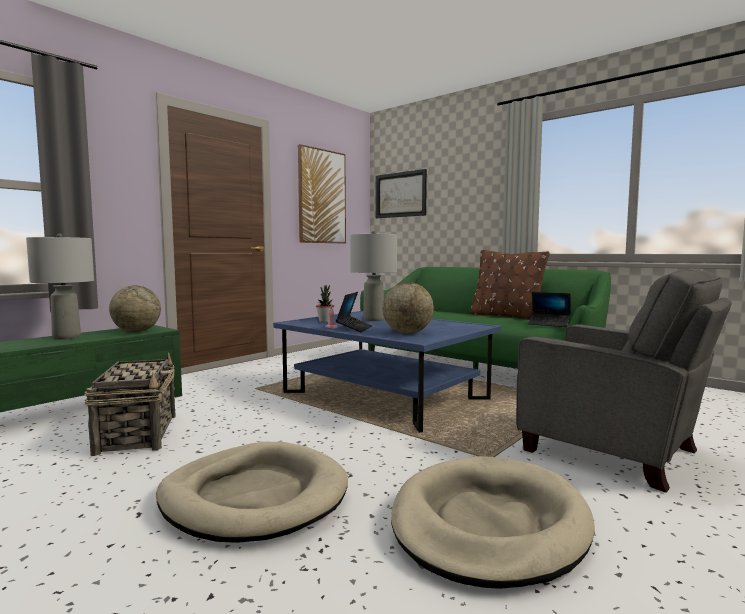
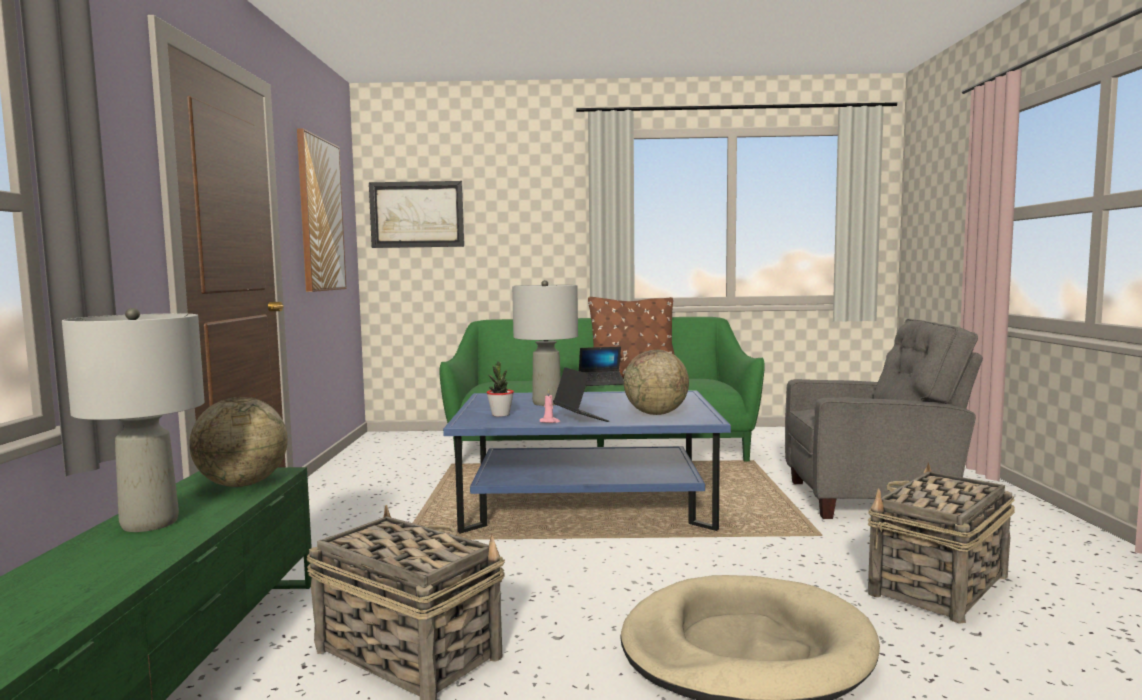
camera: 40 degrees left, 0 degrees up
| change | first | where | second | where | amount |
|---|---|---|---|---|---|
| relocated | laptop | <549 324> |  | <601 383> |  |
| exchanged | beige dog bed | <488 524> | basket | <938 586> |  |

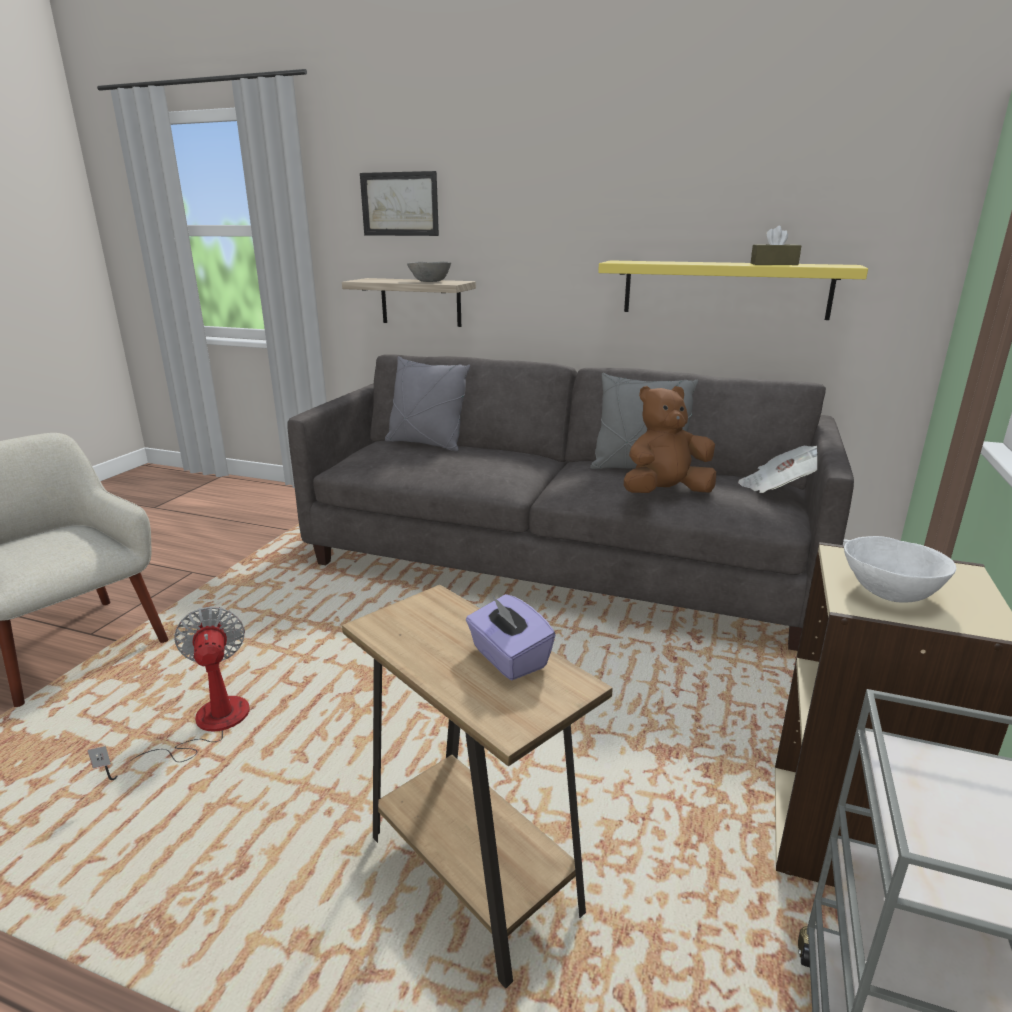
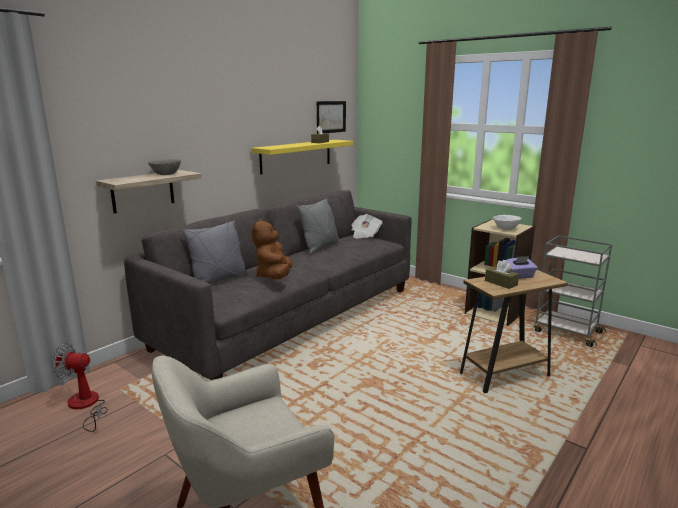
camera: 70 degrees left, 5 degrees down
| change | first | where | second | where | amount |
|---|---|---|---|---|---|
| relocated | fan | <205 727> |  | <86 406> |  |
| relocated | brown plush toy | <665 493> |  | <274 276> |  |
| relocated | picture | <399 204> |  | <331 117> |  |
| appeared |  |  | brown tissue box | <501 283> |  |

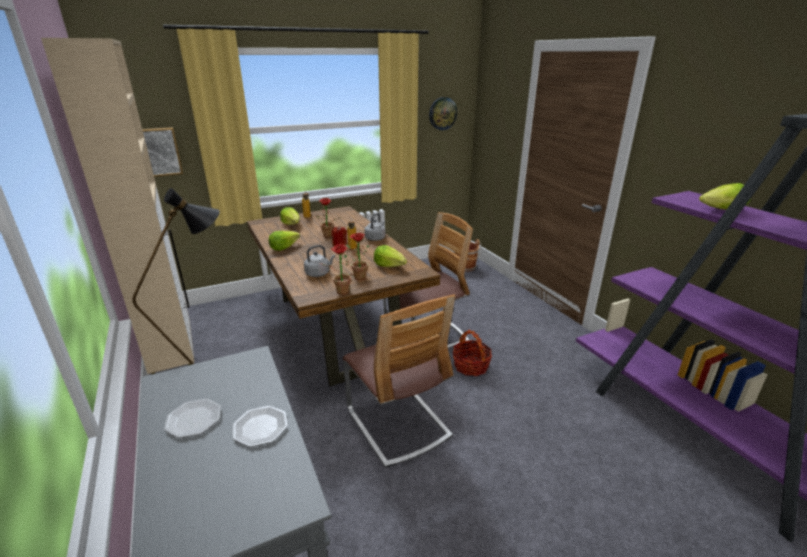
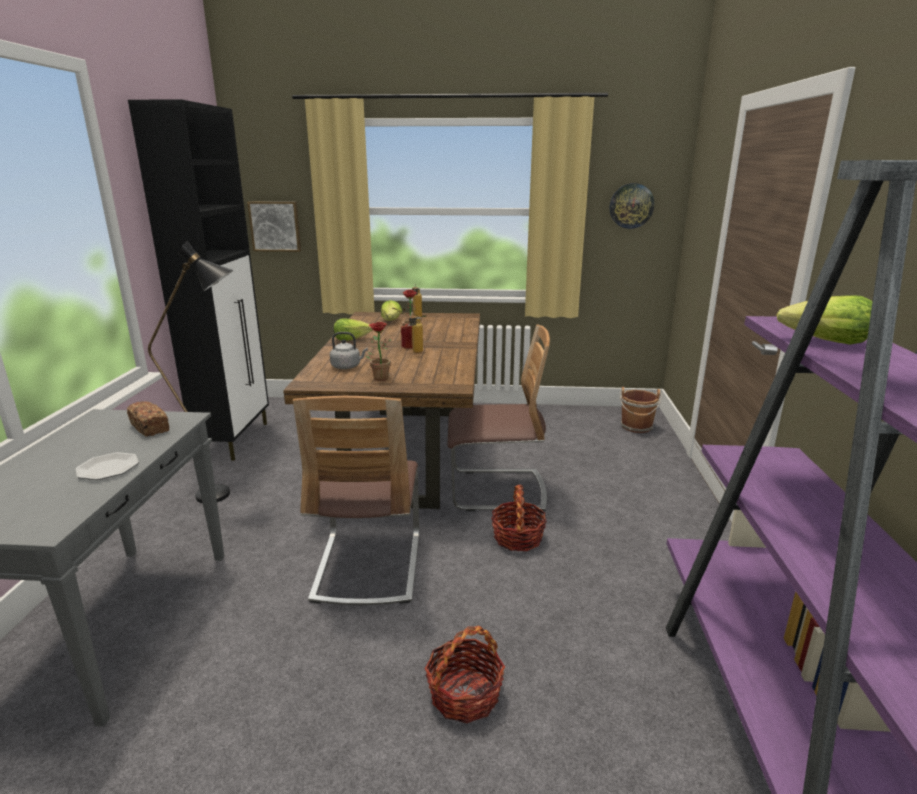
camera: 30 degrees right, 5 degrees down
| change | first | where | second | where | amount |
|---|---|---|---|---|---|
| appeared |  |  | bread | <150 428> |  |
| colour | beige cabinet | <174 359> | black cabinet | <235 440> |  |
| appeared |  |  | basket | <464 695> |  |
| missing | plate | <194 420> |  |  |  |
| missing | potted plant | <340 292> |  |  |  |
| missing | grey kettle | <376 238> |  |  |  |
| missing | lettuce | <389 266> |  |  |  |

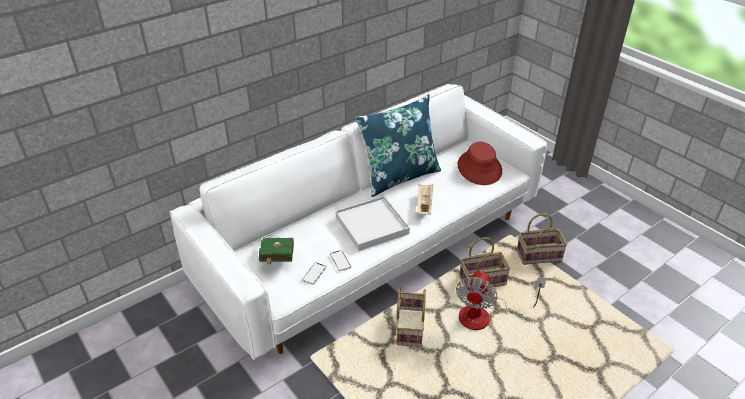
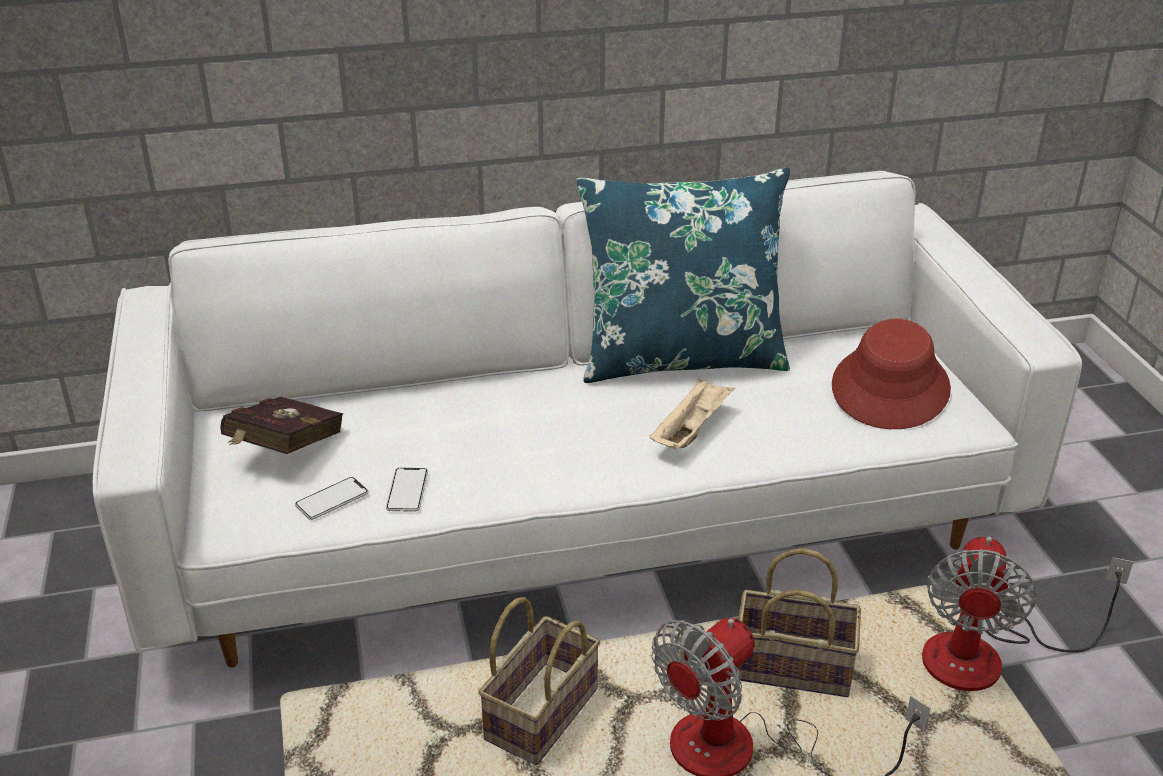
camera: 25 degrees right, 5 degrees down
| change | first | where | second | where | amount |
|---|---|---|---|---|---|
| colour | green book | <277 260> | red book | <283 451> |  |
| exchanged | basket | <539 255> | fan | <987 657> |  |
| missing | white tray | <371 225> |  |  |  |

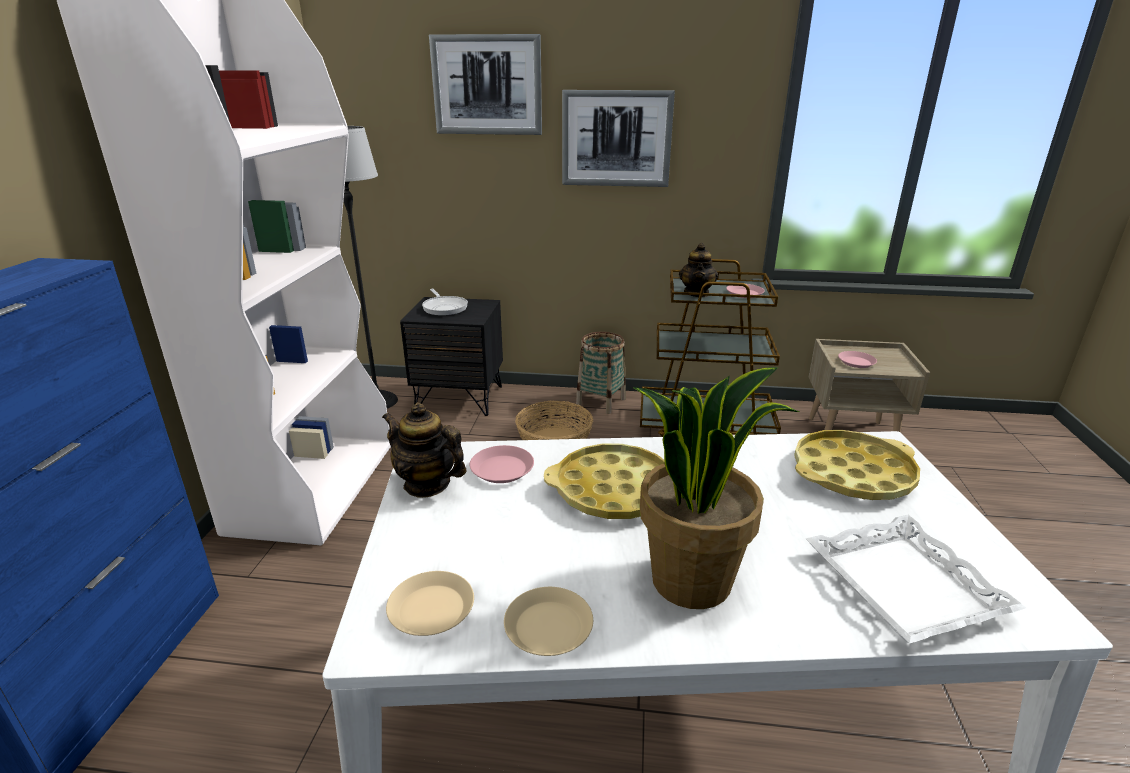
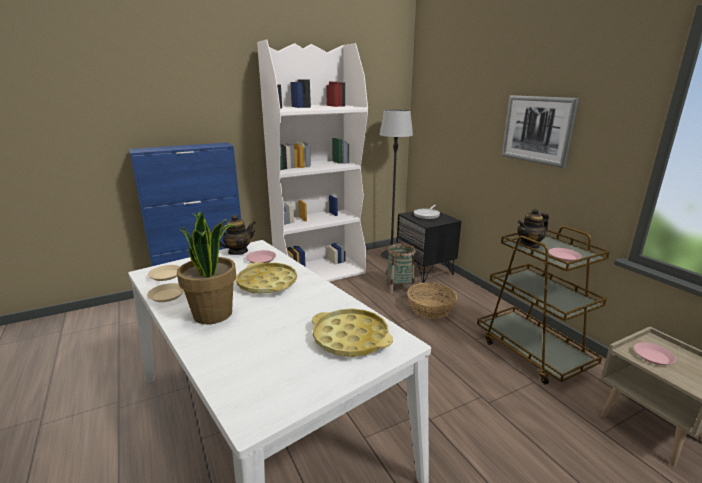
camera: 55 degrees right, 5 degrees down
| change | first | where | second | where | amount |
|---|---|---|---|---|---|
| spun | teapot | <427 484> |  | <237 252> | 60 degrees clockwise |
| relocated | basket | <601 402> |  | <399 288> |  |
| missing | picture | <487 85> |  |  |  |
| missing | white tray | <902 585> |  |  |  |

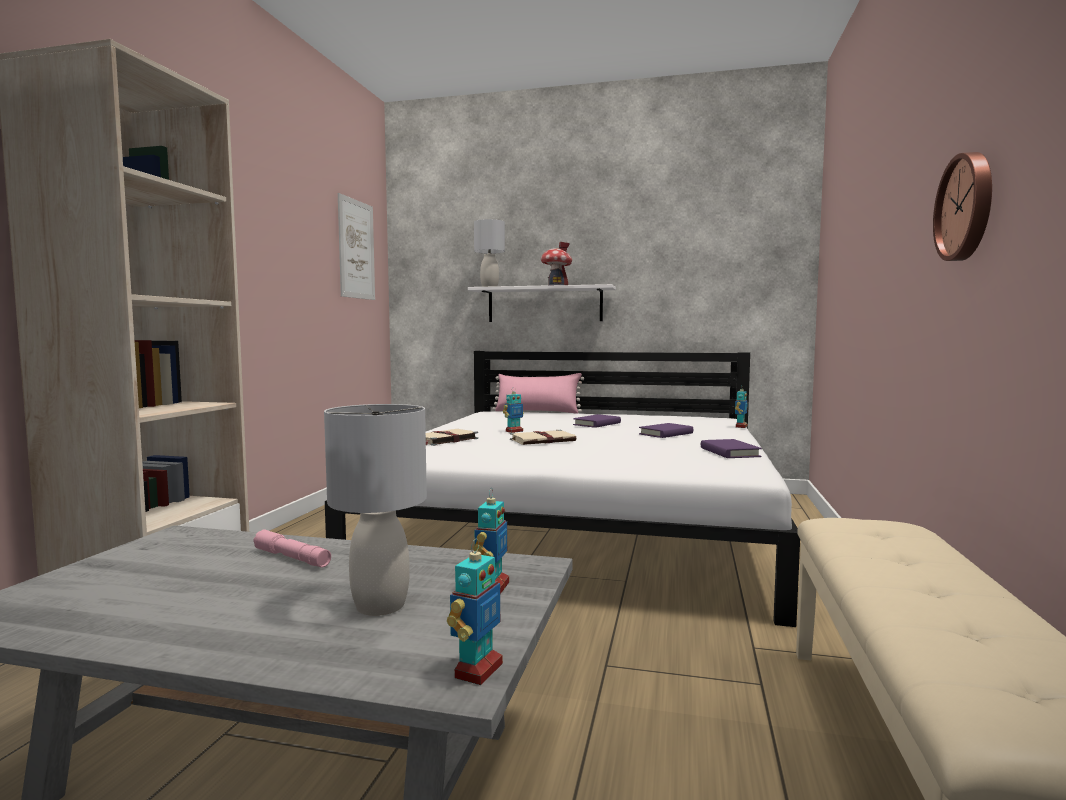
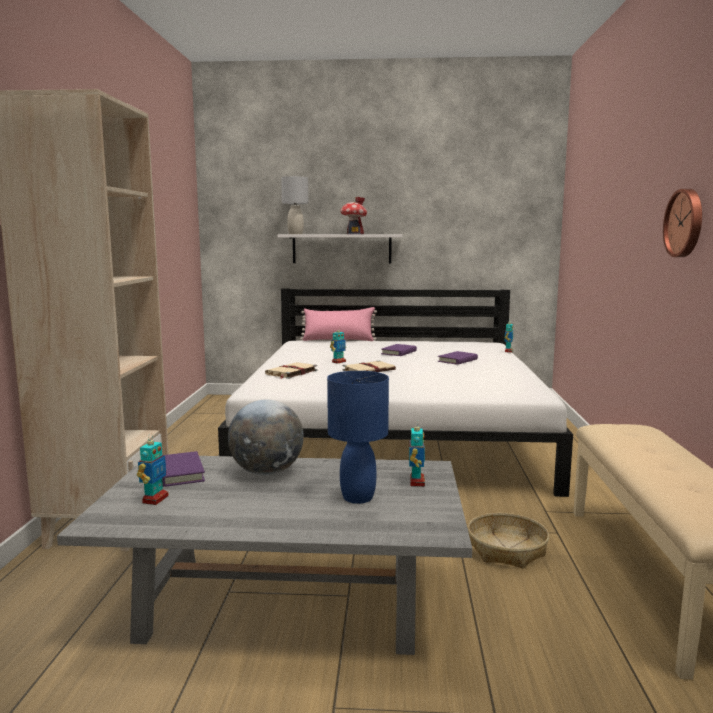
camera: 10 degrees left, 5 degrees up
| change | first | where | second | where | amount |
|---|---|---|---|---|---|
| relocated | toy robot | <477 670> |  | <155 499> |  |
| relocated | purple book | <729 452> |  | <179 473> |  |
| exchanged | pink flashlight | <292 558> | globe | <267 472> |  |
| colour | grey table lamp | <381 606> | blue table lamp | <358 497> |  |
| appeared |  |  | basket | <507 550> |  |
| missing | picture | <356 249> |  |  |  |

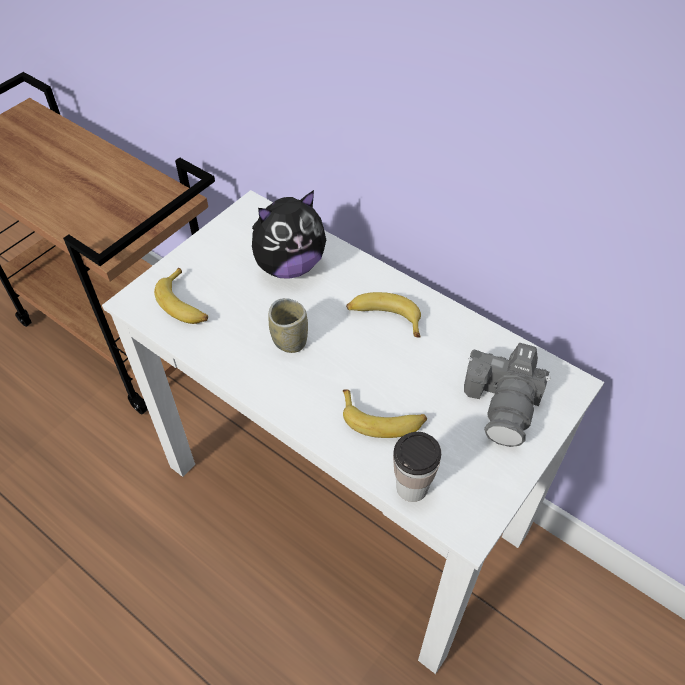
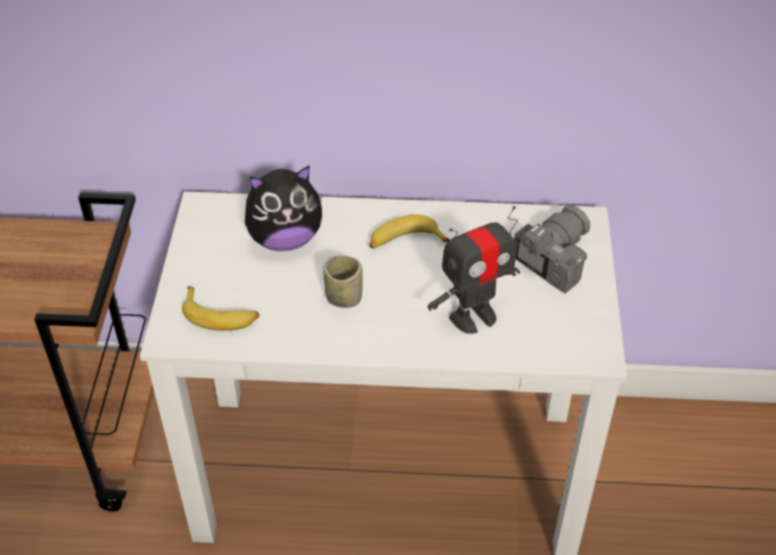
camera: 35 degrees left, 5 degrees down
| change | first | where | second | where | amount |
|---|---|---|---|---|---|
| spun | plush toy | <289 266> |  | <285 239> | 45 degrees clockwise |
| exchanged | banana | <382 419> | toy robot | <473 317> |  |
| spun | photo camera | <504 404> |  | <551 258> | 120 degrees counterclockwise |
| missing | cup | <412 487> |  |  |  |

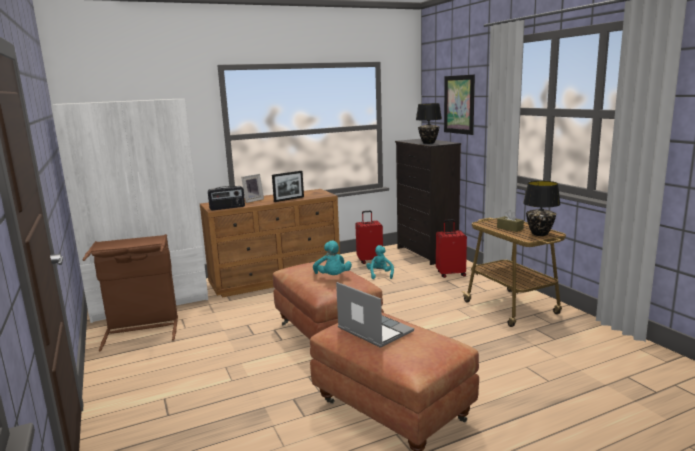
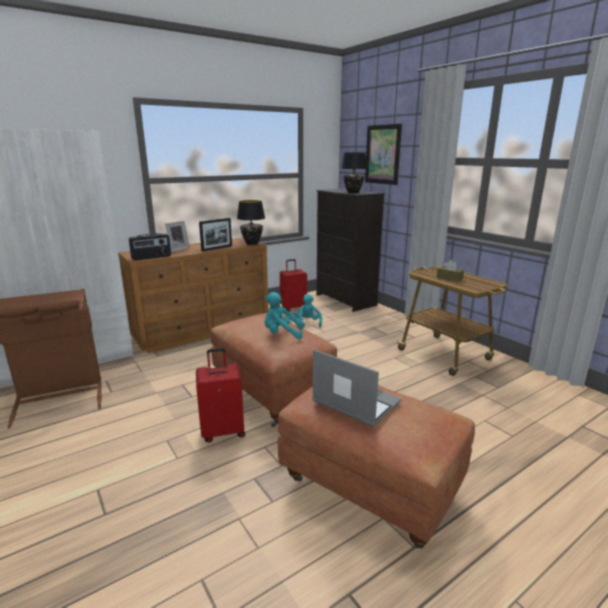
camera: 10 degrees left, 5 degrees up
| change | first | where | second | where | amount |
|---|---|---|---|---|---|
| relocated | red suitcase | <450 274> |  | <223 431> |  |
| relocated | black table lamp | <539 234> |  | <251 243> |  |
| spun | turquoise plush toy | <332 277> |  | <281 334> | 120 degrees clockwise |

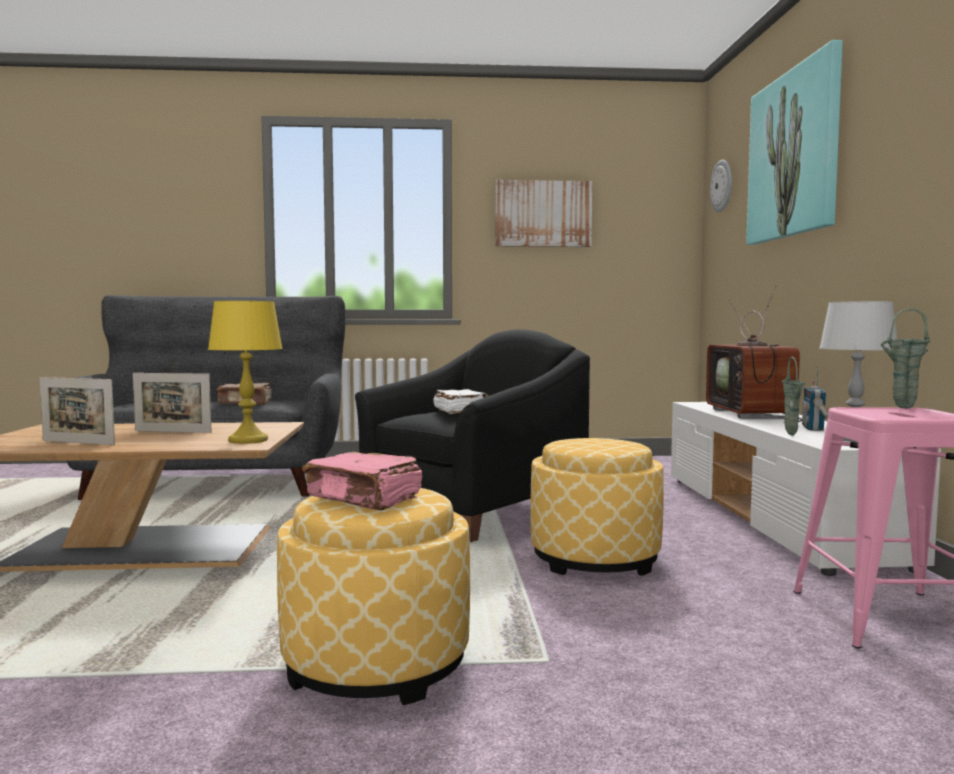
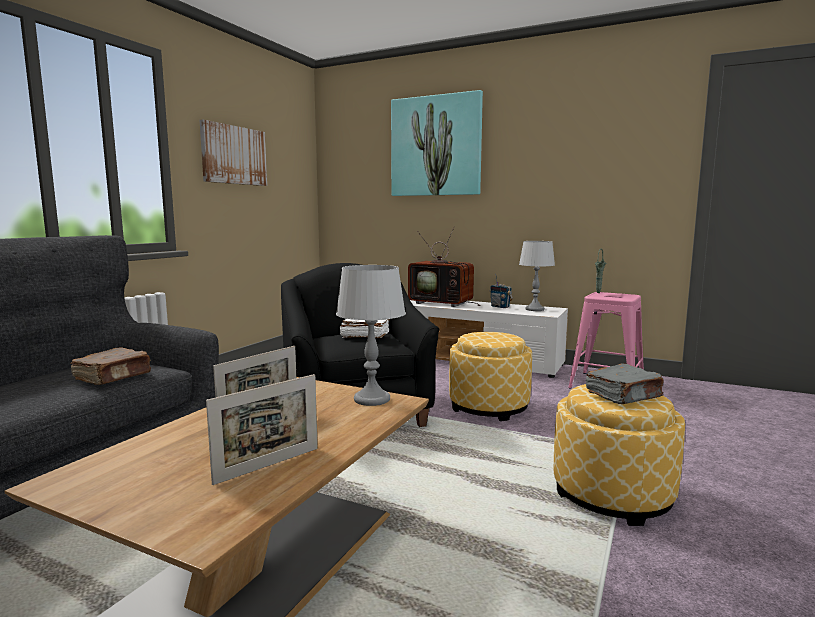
camera: 60 degrees left, 5 degrees up
| change | first | where | second | where | amount |
|---|---|---|---|---|---|
| colour | yellow table lamp | <248 440> | grey table lamp | <372 399> |  |
| colour | pink book | <364 498> | grey book | <624 396> |  |
| missing | wall clock | <722 186> |  |  |  |
| missing | green vase | <792 435> |  |  |  |

